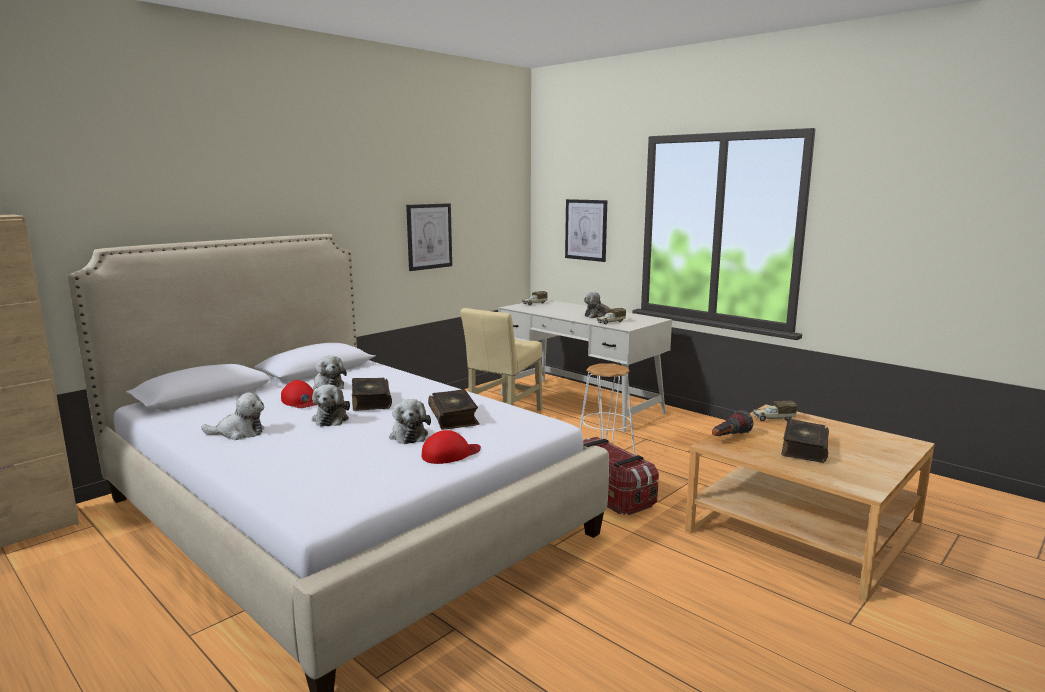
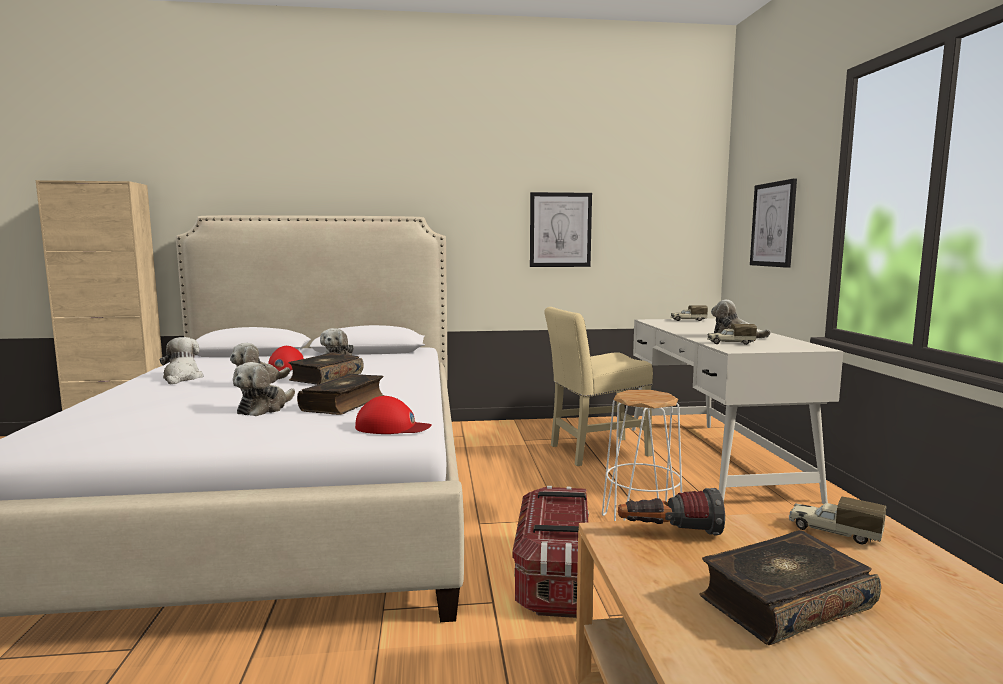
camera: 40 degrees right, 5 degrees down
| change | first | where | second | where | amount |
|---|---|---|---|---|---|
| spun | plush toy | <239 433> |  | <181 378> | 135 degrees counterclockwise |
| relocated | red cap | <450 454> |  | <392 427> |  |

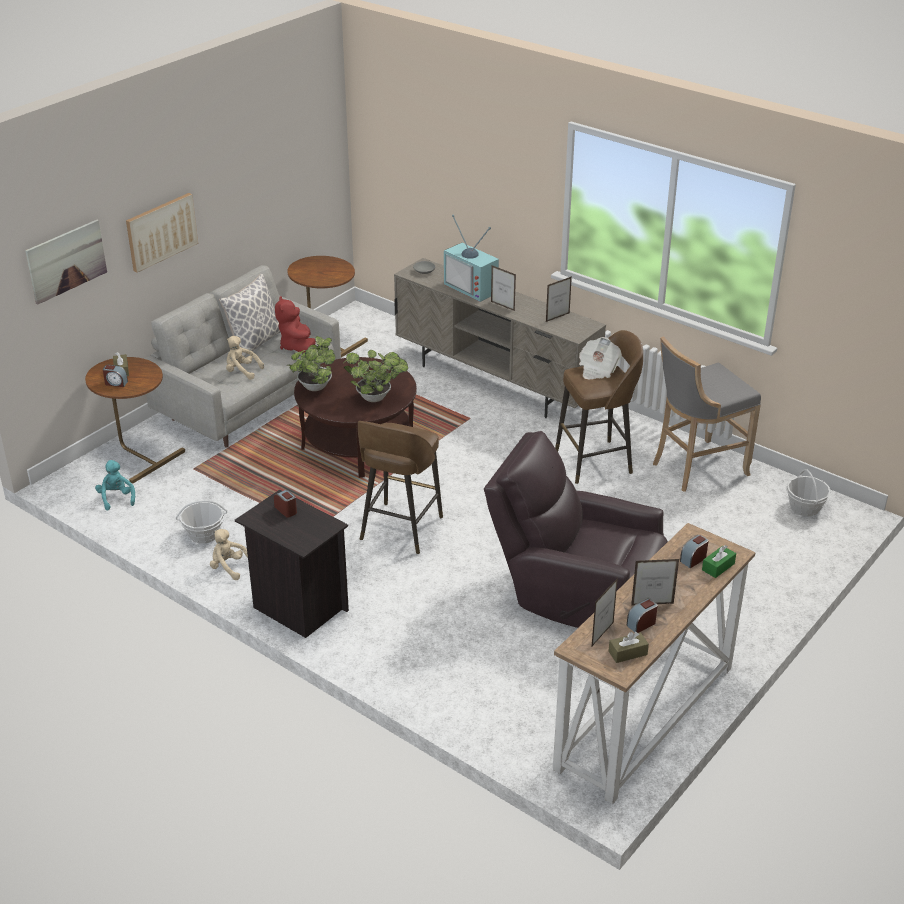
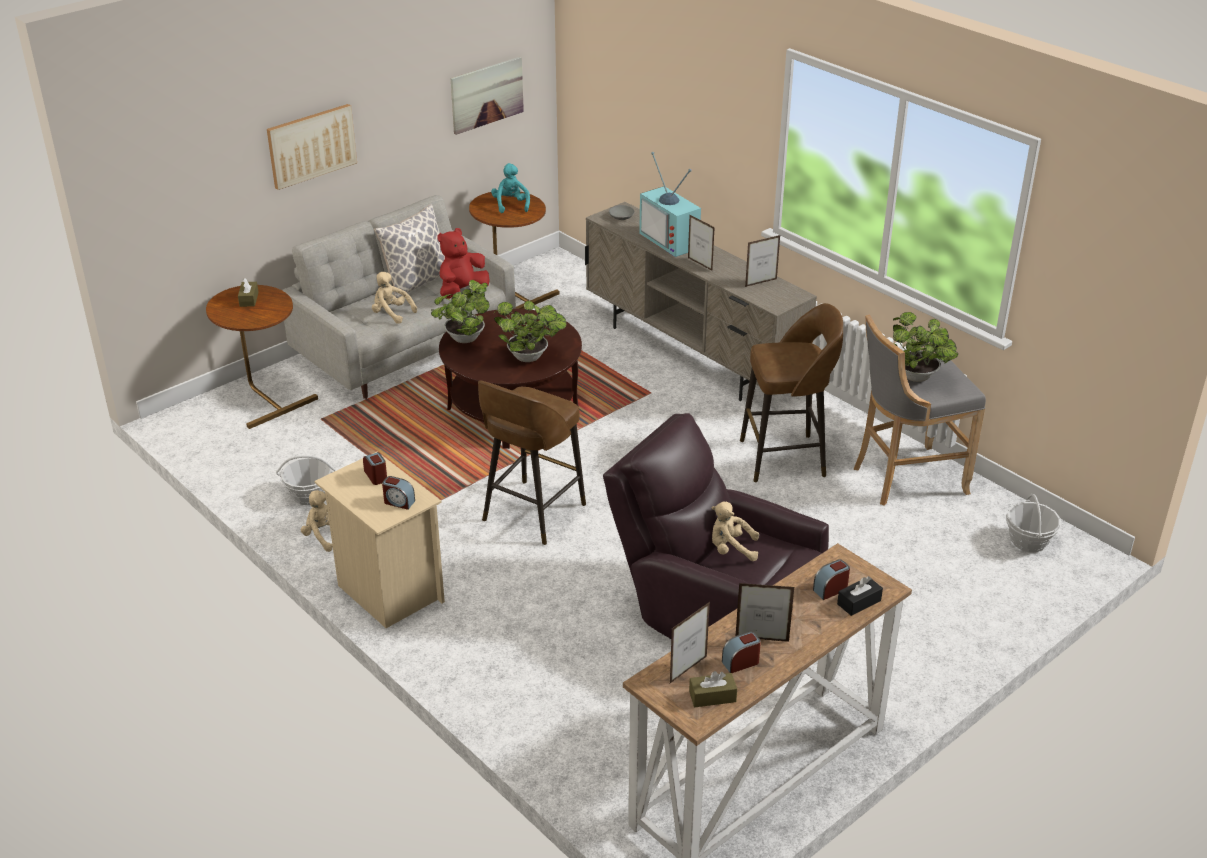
camera: 10 degrees right, 0 degrees up
| change | first | where | second | where | amount |
|---|---|---|---|---|---|
| colour | black nightstand | <297 608> | beige nightstand | <387 592> |  |
| relocated | alarm clock | <116 383> |  | <399 502> |  |
| spun | red plush toy | <297 347> |  | <462 291> | 45 degrees clockwise |
| relocated | picture | <66 261> |  | <487 95> |  |
| relocated | turquoise plush toy | <116 498> |  | <511 205> |  |
| appeared |  |  | beige plush toy | <730 549> |  |
| colour | green tissue box | <718 567> | black tissue box | <859 602> |  |
| appeared |  |  | potted plant | <918 378> |  |
| missing | newspaper | <597 369> |  |  |  |

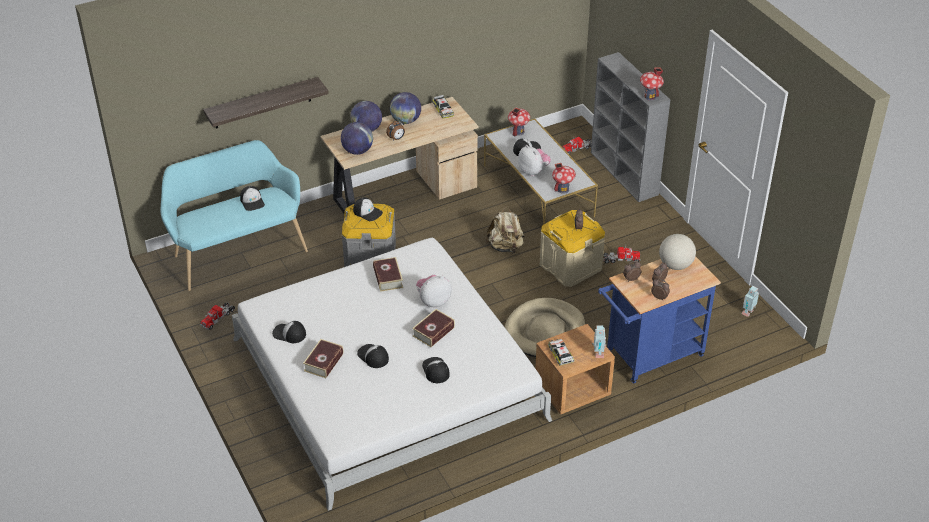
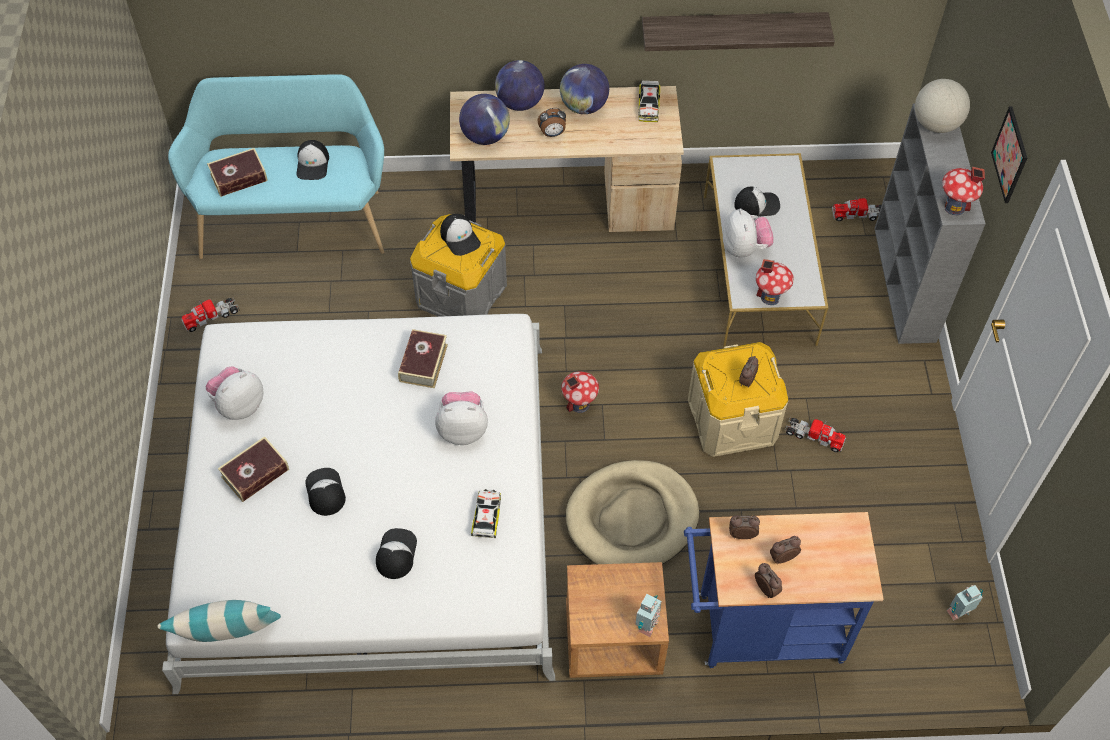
camera: 25 degrees right, 15 degrees up
| change | first | where | second | where | amount |
|---|---|---|---|---|---|
| appeared |  |  | pillow | <231 639> |  |
| exchanged | cap | <289 334> | plush toy | <239 405> |  |
| relocated | book | <433 332> |  | <239 177> |  |
| relocated | toy car | <560 354> |  | <486 516> |  |
| relocated | toy house | <518 132> |  | <579 404> |  |
| relocated | shelf | <262 103> |  | <733 29> |  |
| relocated | globe | <675 265> |  | <935 124> |  |
| appeared |  |  | picture | <1010 155> |  |
| missing | beige backpack | <505 247> |  |  |  |

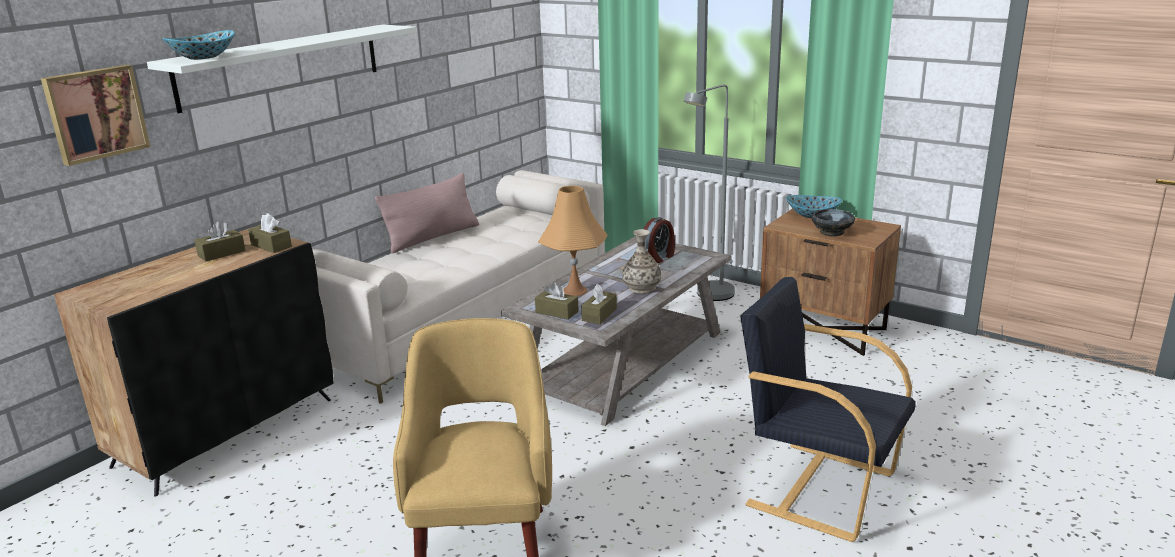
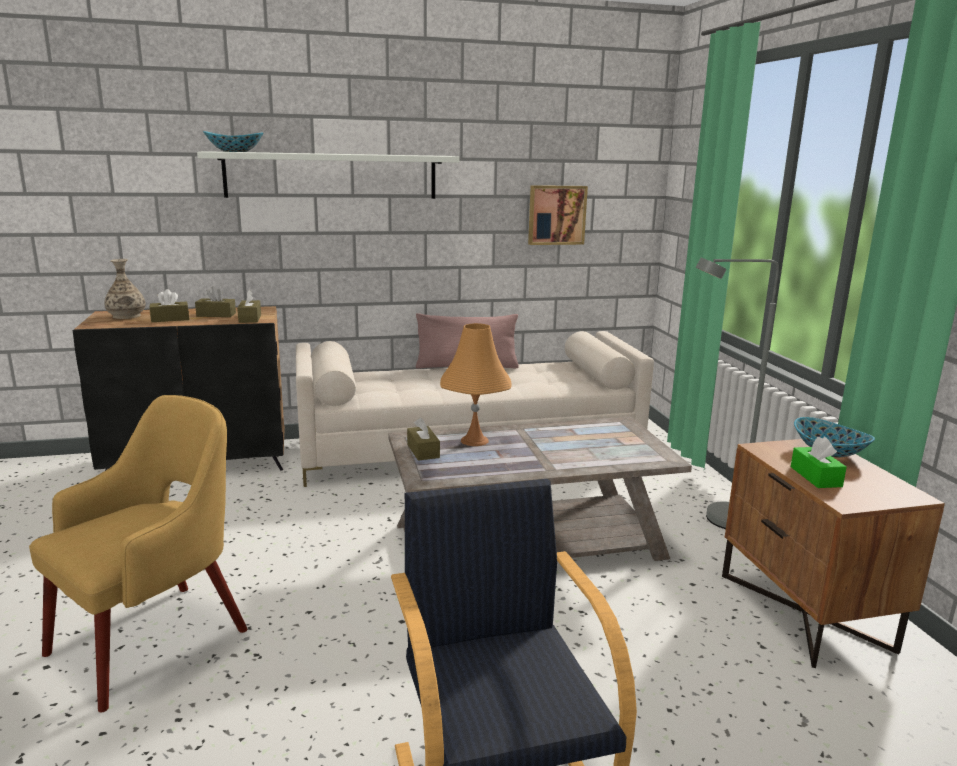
camera: 40 degrees right, 5 degrees down
| change | first | where | second | where | amount |
|---|---|---|---|---|---|
| relocated | vase | <642 288> |  | <126 316> |  |
| relocated | brown tissue box | <599 314> |  | <170 319> |  |
| relocated | picture | <95 113> |  | <556 215> |  |
| exchanged | black bowl | <831 232> | green tissue box | <815 476> |  |
| missing | alarm clock | <659 257> |  |  |  |

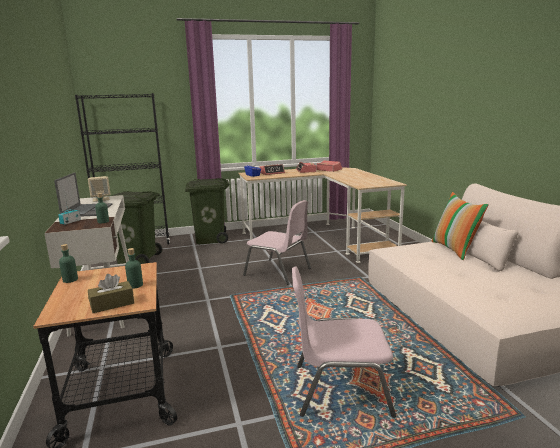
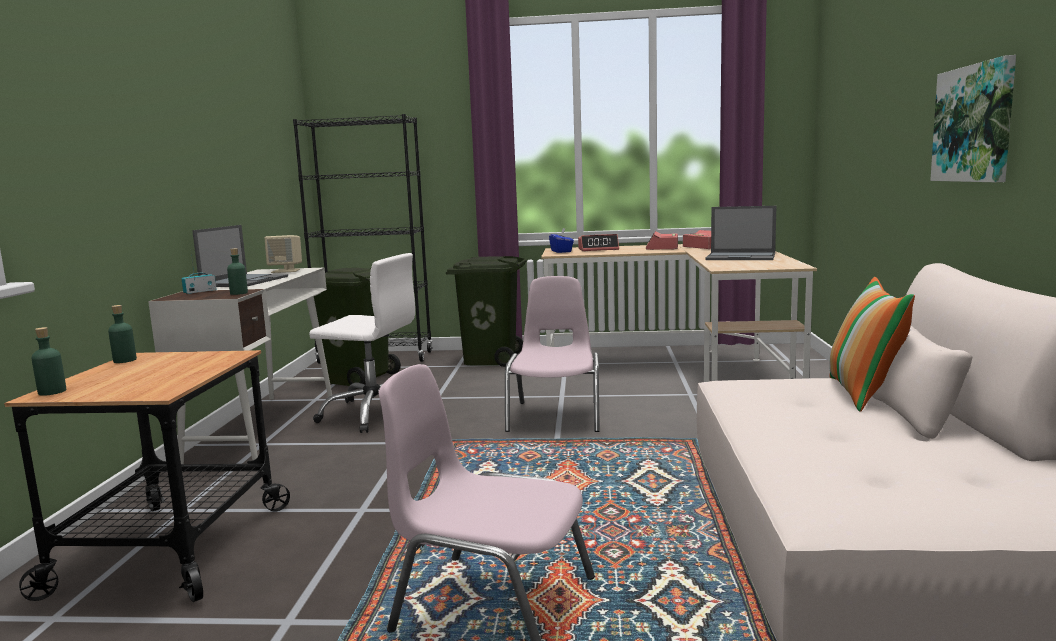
camera: 20 degrees right, 5 degrees down
| change | first | where | second | where | amount |
|---|---|---|---|---|---|
| relocated | green bottle | <135 285> |  | <52 392> |  |
| appeared |  |  | white office chair | <374 413> |  |
| spun | pink chair | <278 272> |  | <556 416> | 135 degrees counterclockwise |
| appeared |  |  | laptop | <741 257> |  |
| appeared |  |  | picture | <975 124> |  |
| missing | brown tissue box | <112 304> |  |  |  |

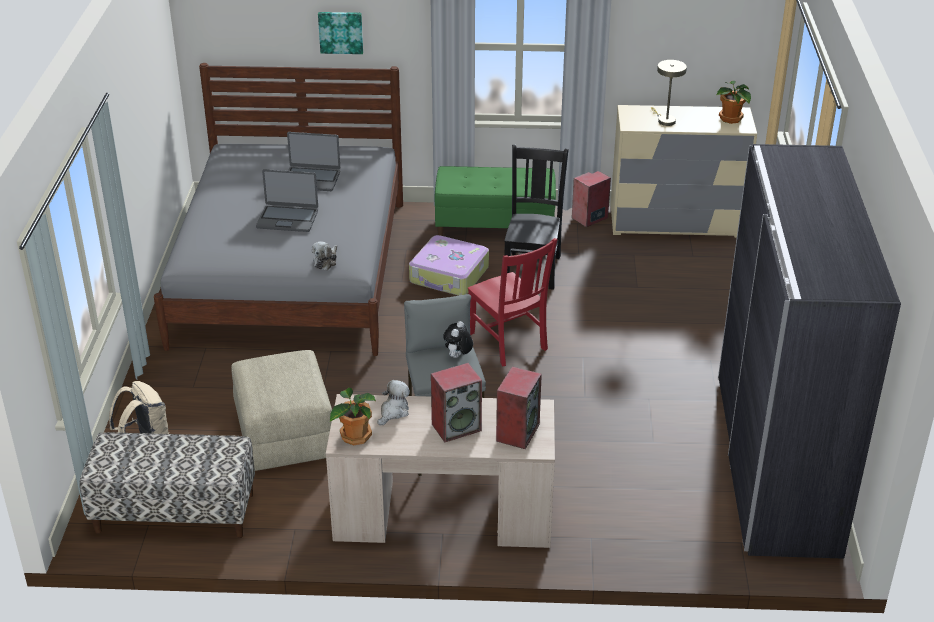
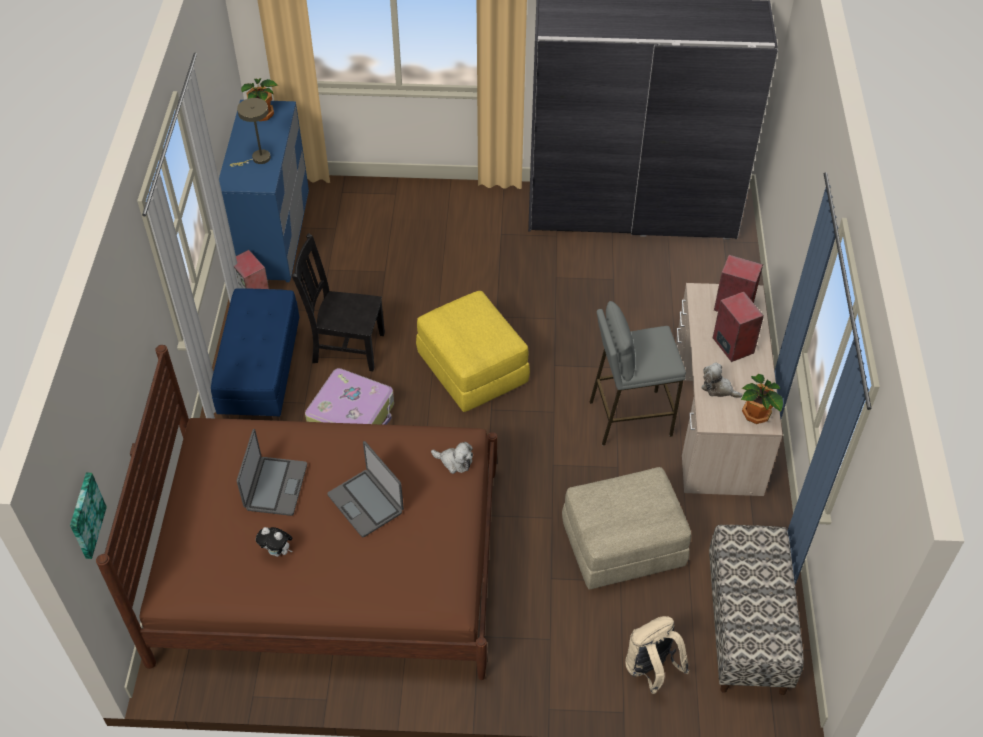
camera: 90 degrees left, 15 degrees up
| change | first | where | second | where | amount |
|---|---|---|---|---|---|
| relocated | picture | <341 32> |  | <85 515> |  |
| colour | grey bed | <291 272> | brown bed | <331 564> |  |
| colour | green bench | <495 227> | blue bench | <261 376> |  |
| colour | beige dresser | <675 222> | blue dresser | <273 235> |  |
| relocated | plush toy | <458 357> |  | <278 552> |  |
| spun | laptop | <287 219> |  | <366 503> | 135 degrees clockwise |
| exchanged | red chair | <508 342> | yellow ottoman | <473 369> |  |

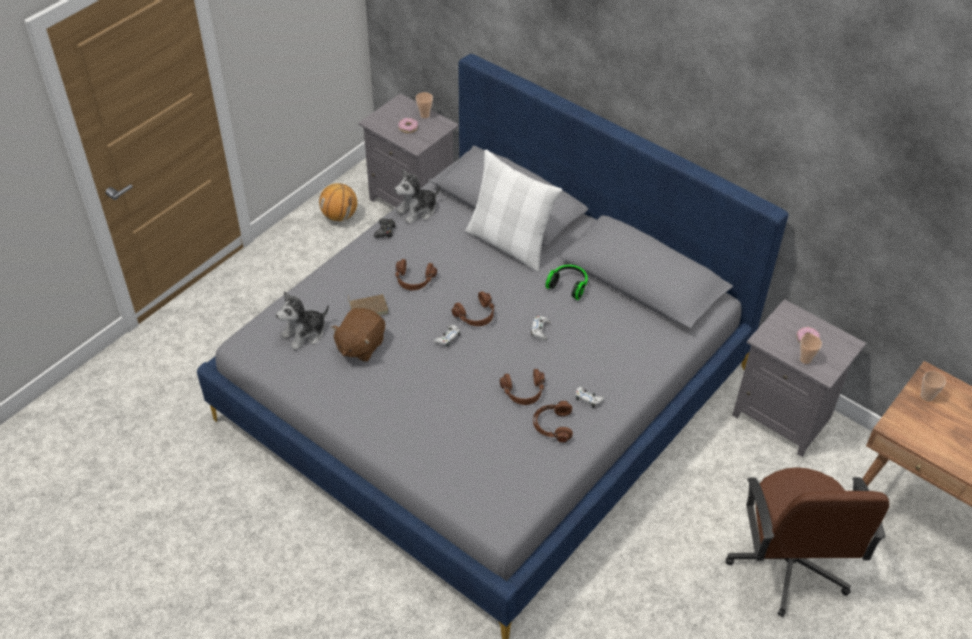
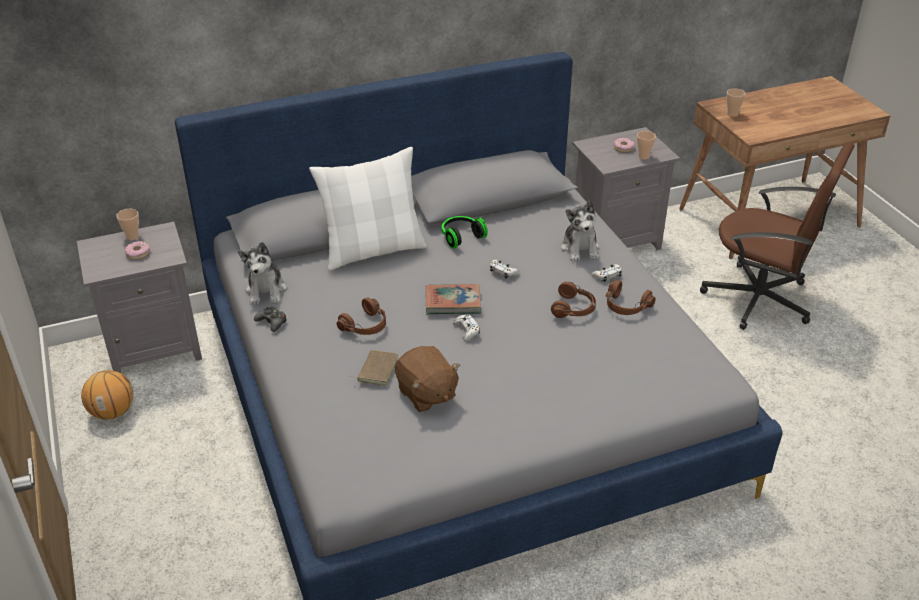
camera: 60 degrees left, 10 degrees down
| change | first | where | second | where | amount |
|---|---|---|---|---|---|
| exchanged | brown headphones | <476 316> | book | <452 302> |  |
| relocated | plush toy | <305 334> |  | <580 248> |  |

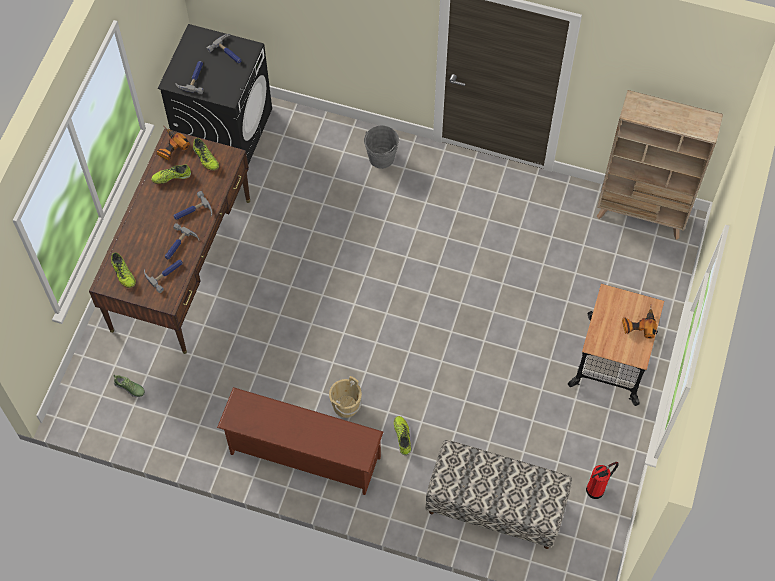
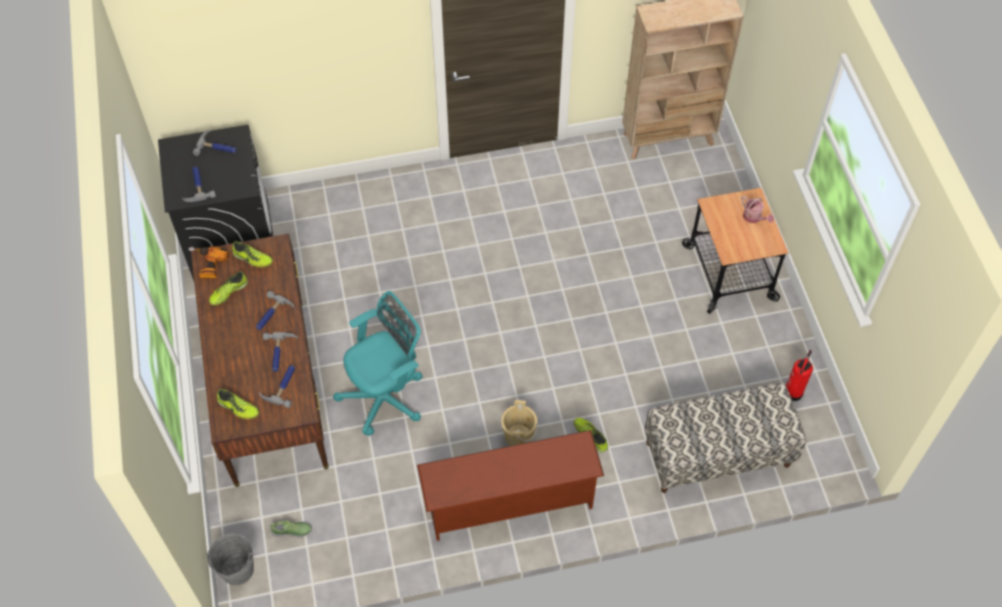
camera: 30 degrees left, 5 degrees down
| change | first | where | second | where | amount |
|---|---|---|---|---|---|
| relocated | grey bucket | <381 158> |  | <237 569> |  |
| appeared |  |  | turquoise office chair | <386 397> |  |
| exchanged | power drill | <638 324> | watering can | <754 217> |  |

